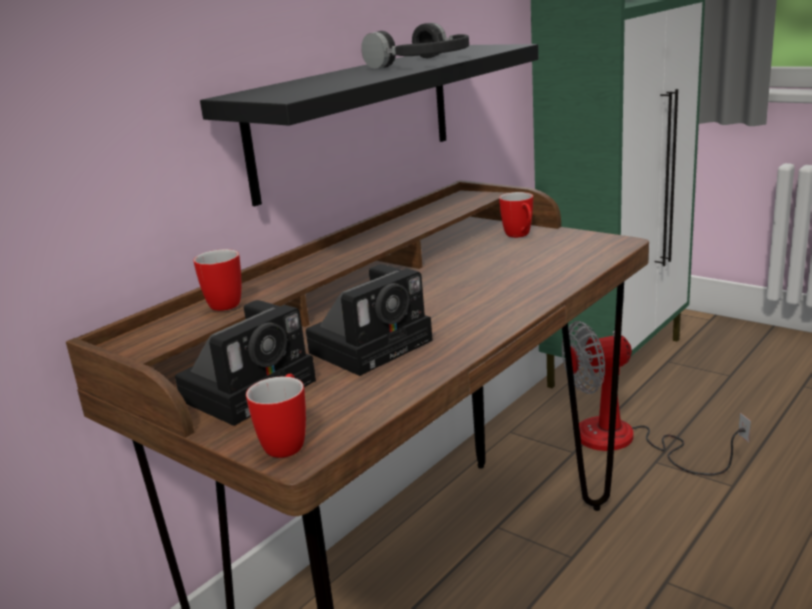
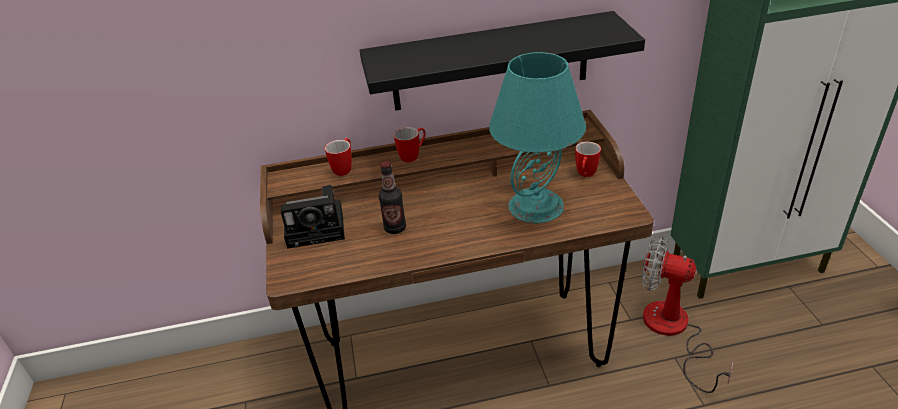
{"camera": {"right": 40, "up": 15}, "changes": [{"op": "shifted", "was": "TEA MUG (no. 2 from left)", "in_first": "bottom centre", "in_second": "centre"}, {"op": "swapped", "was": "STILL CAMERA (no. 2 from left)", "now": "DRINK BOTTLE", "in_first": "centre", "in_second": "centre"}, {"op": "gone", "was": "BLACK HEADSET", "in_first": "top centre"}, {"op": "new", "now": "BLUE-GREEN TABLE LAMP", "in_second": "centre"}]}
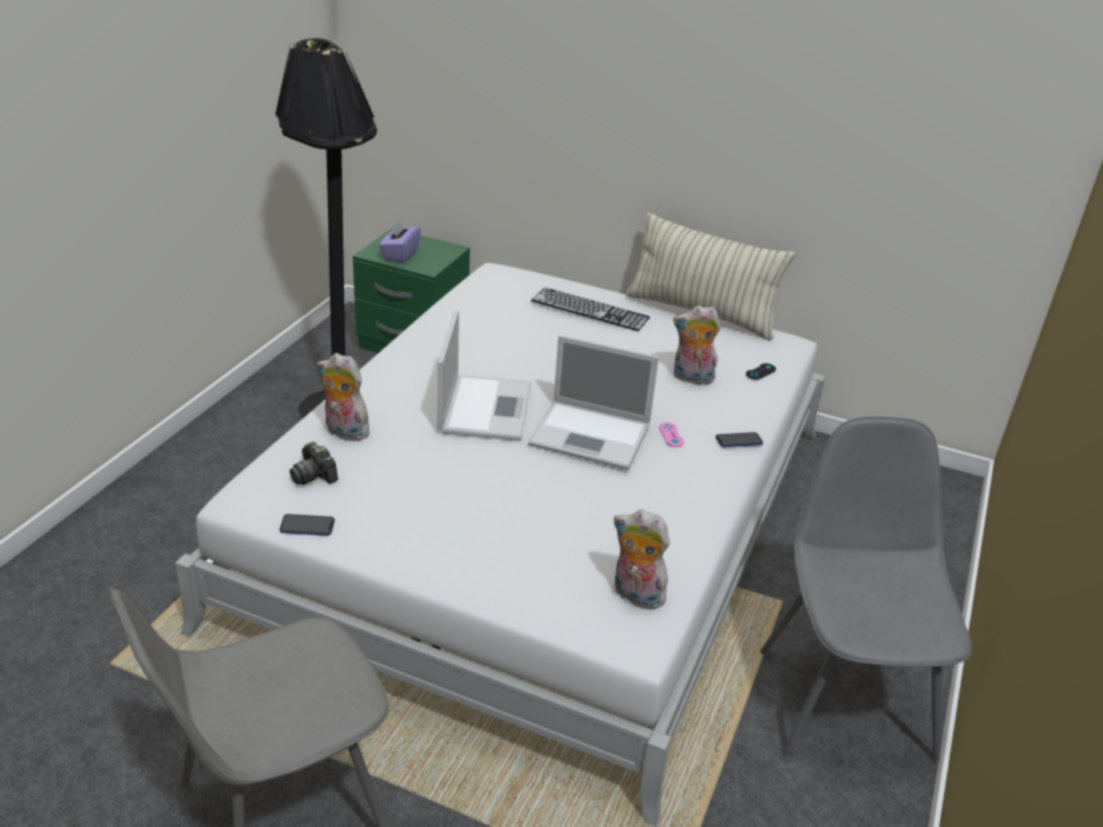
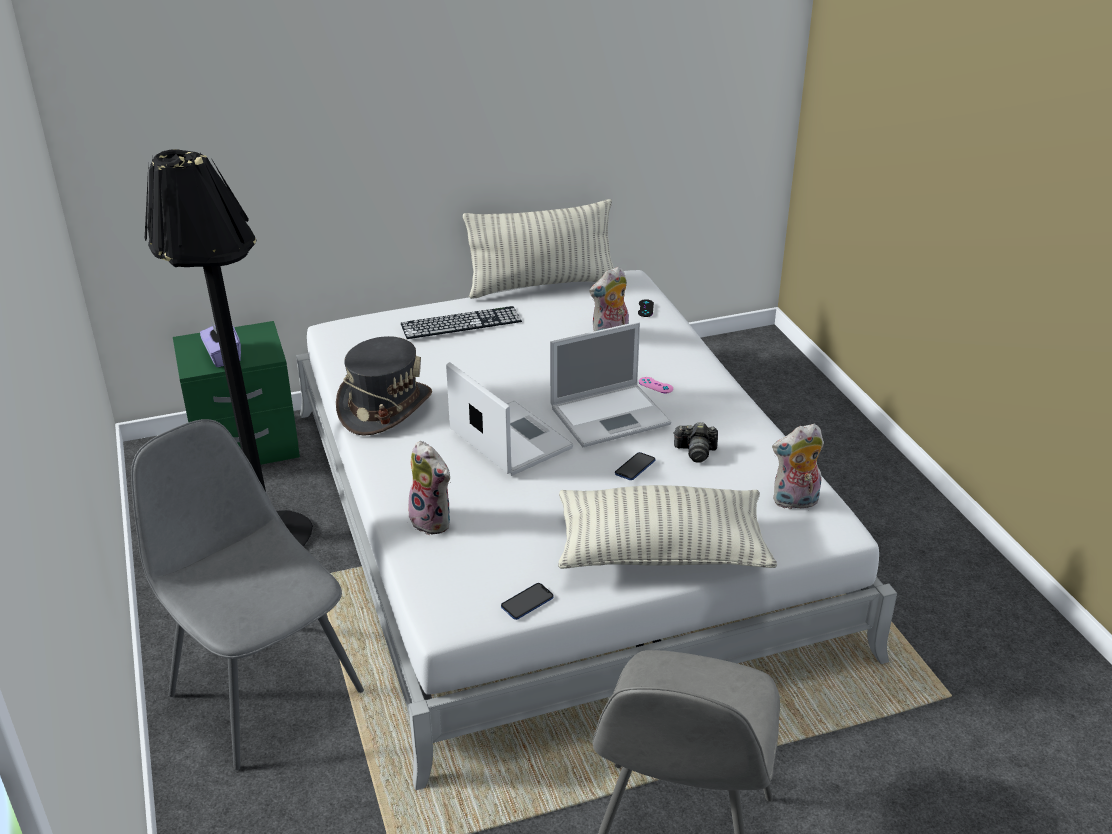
{"camera": {"right": -40, "up": 0}, "changes": [{"op": "shifted", "was": "STILL CAMERA", "in_first": "middle left", "in_second": "centre"}, {"op": "rotated", "was": "SOFT TOY (no. 1 from left)", "in_first": "middle left", "in_second": "centre", "clockwise": -120}, {"op": "shifted", "was": "PHONE (no. 2 from left)", "in_first": "middle right", "in_second": "centre"}, {"op": "shifted", "was": "GREY PLAIN CHAIR (no. 2 from left in the first image)", "now": "GREY PLAIN CHAIR (no. 1 from left)", "in_first": "bottom right", "in_second": "bottom left"}, {"op": "new", "now": "GREY CLOTHING HAT", "in_second": "centre"}, {"op": "new", "now": "THROW PILLOW (no. 2 from left)", "in_second": "centre"}]}
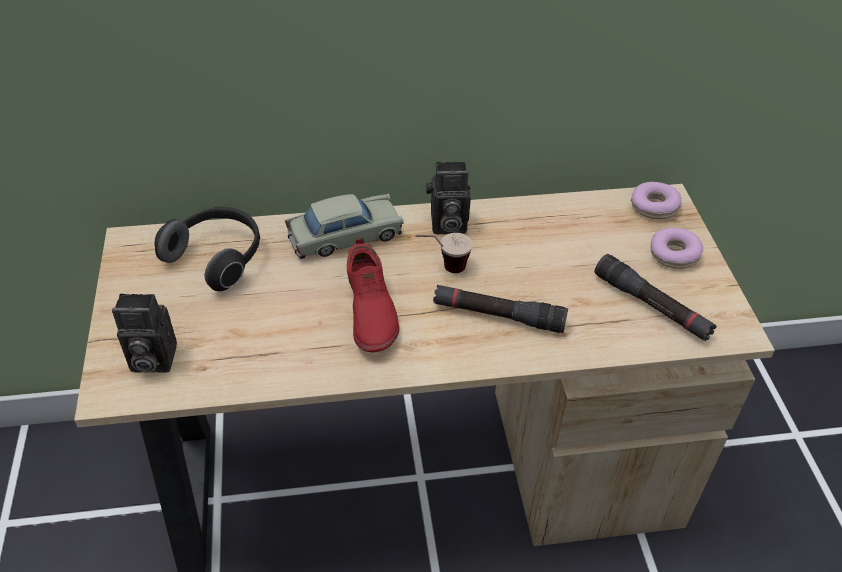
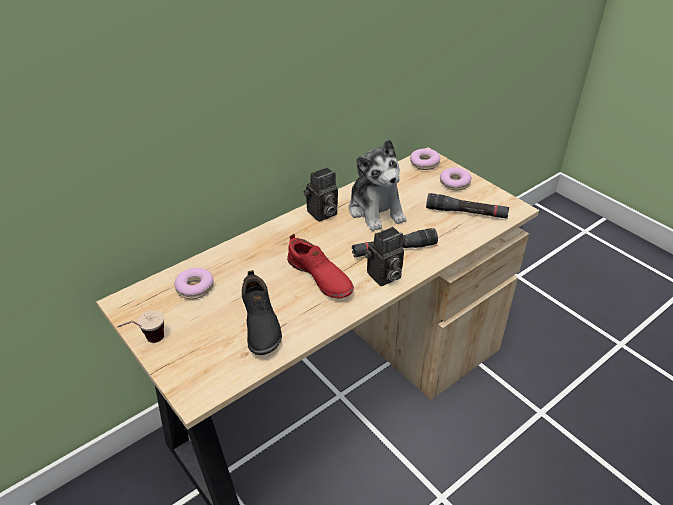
{"camera": {"right": -30, "up": -5}, "changes": [{"op": "shifted", "was": "STILL CAMERA (no. 1 from left in the first image)", "now": "STILL CAMERA (no. 2 from left)", "in_first": "middle left", "in_second": "centre"}, {"op": "swapped", "was": "HEADSET", "now": "DONUT (no. 1 from left)", "in_first": "middle left", "in_second": "middle left"}, {"op": "gone", "was": "BEIGE-COLOURED TOY CAR", "in_first": "centre"}, {"op": "shifted", "was": "CUP", "in_first": "centre", "in_second": "middle left"}, {"op": "new", "now": "BLACK ITEM OF FOOTWEAR", "in_second": "centre"}, {"op": "new", "now": "SOFT TOY", "in_second": "centre"}]}
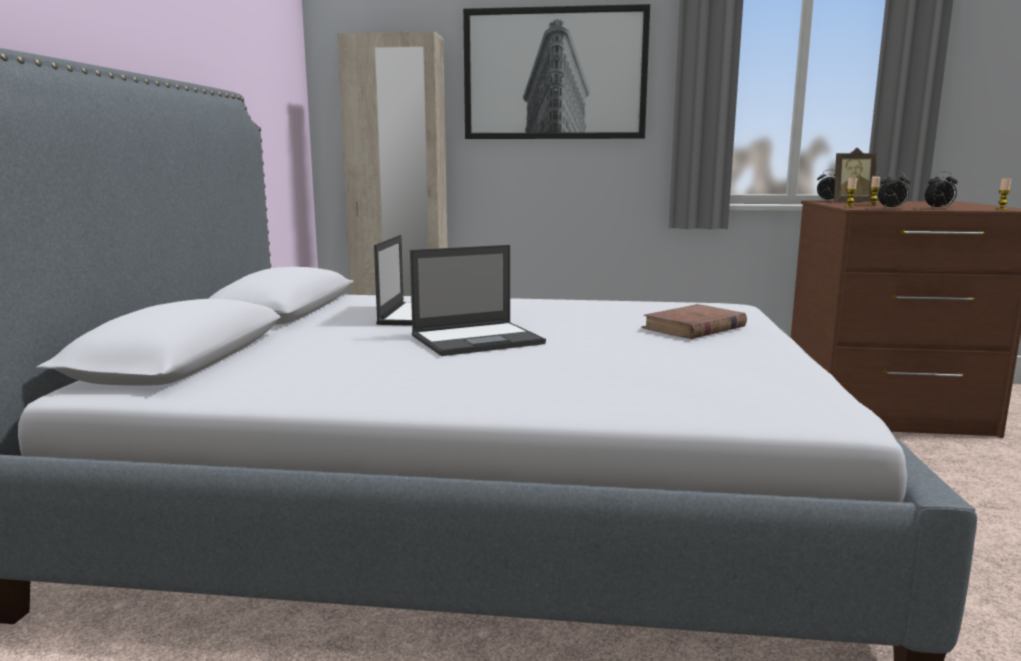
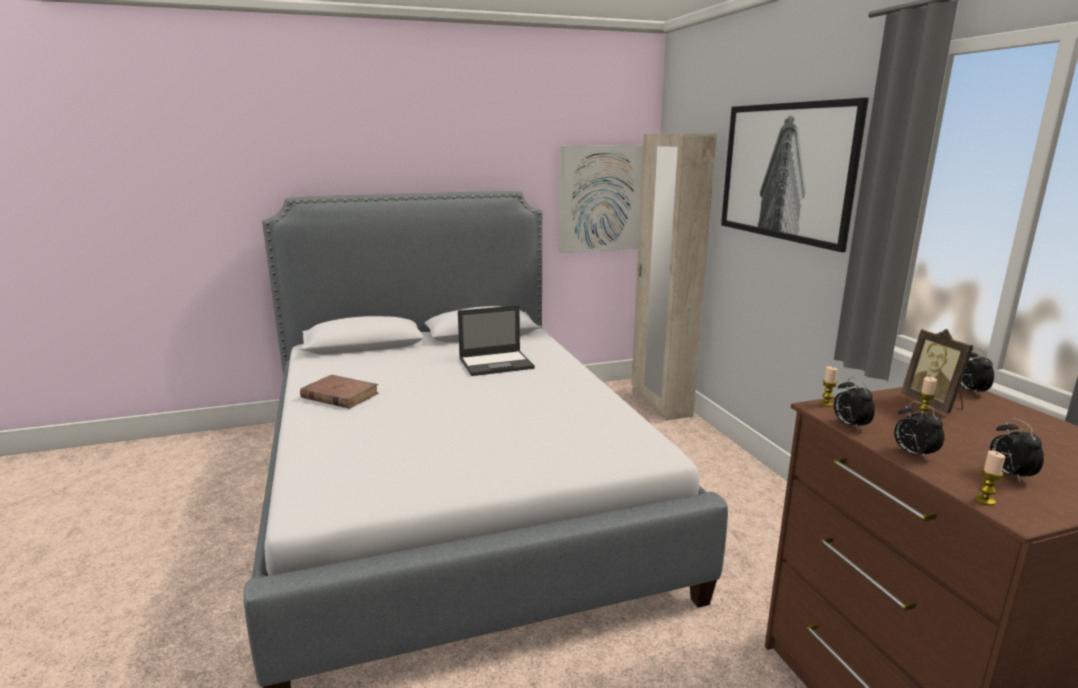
{"camera": {"right": 65, "up": 5}, "changes": [{"op": "gone", "was": "LAPTOP (no. 2 from left)", "in_first": "centre"}, {"op": "shifted", "was": "BROWN VOLUME", "in_first": "middle right", "in_second": "middle left"}, {"op": "new", "now": "WALL ART (no. 1 from left)", "in_second": "top centre"}, {"op": "new", "now": "TABLE CLOCK (no. 4 from left)", "in_second": "middle right"}]}
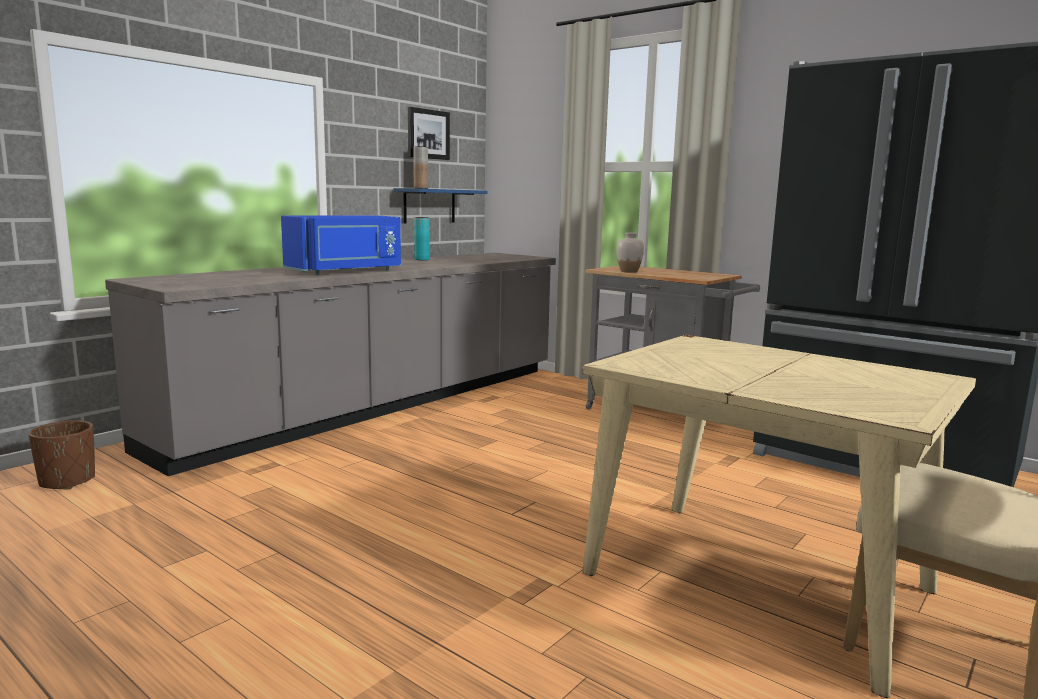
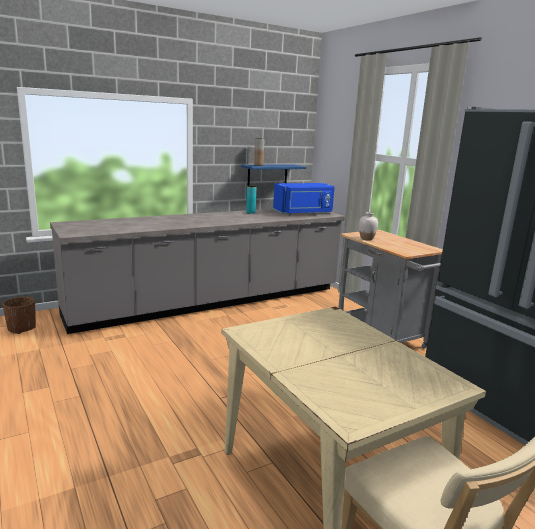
{"camera": {"right": 20, "up": 5}, "changes": [{"op": "shifted", "was": "BLUISH MICROWAVE OVEN", "in_first": "middle left", "in_second": "centre"}, {"op": "gone", "was": "WALL ART", "in_first": "top centre"}]}
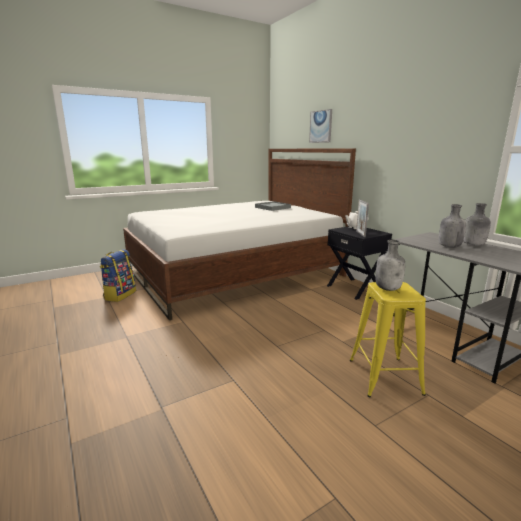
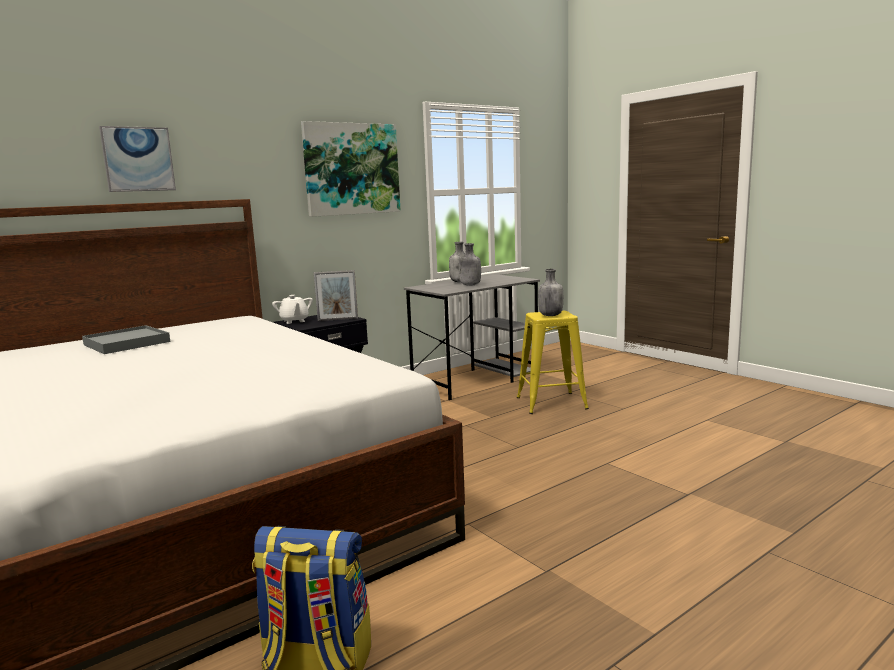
{"camera": {"right": -95, "up": -5}, "changes": [{"op": "new", "now": "WALL ART (no. 2 from left)", "in_second": "top centre"}]}
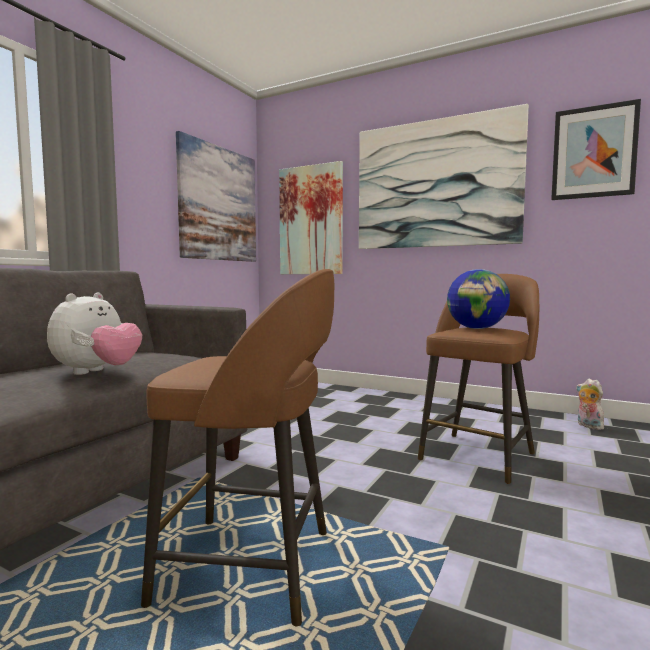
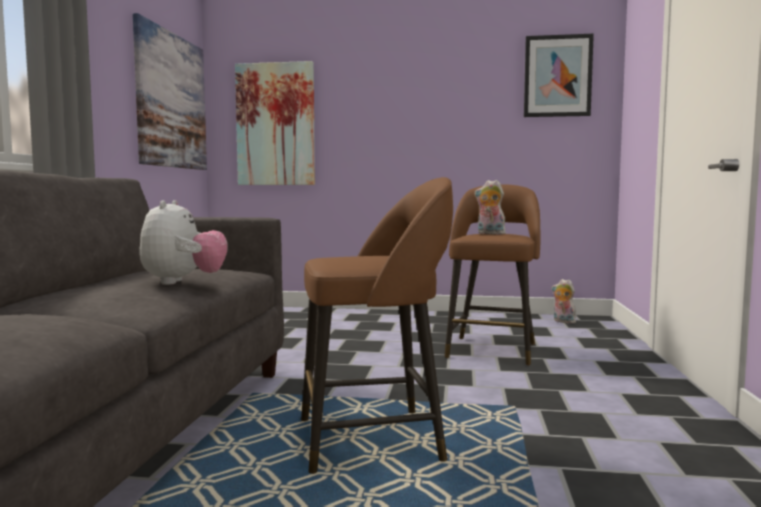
{"camera": {"right": -20, "up": 0}, "changes": [{"op": "gone", "was": "WALL ART (no. 3 from left)", "in_first": "top right"}, {"op": "swapped", "was": "GLOBE", "now": "SOFT TOY (no. 2 from left)", "in_first": "middle right", "in_second": "centre"}]}
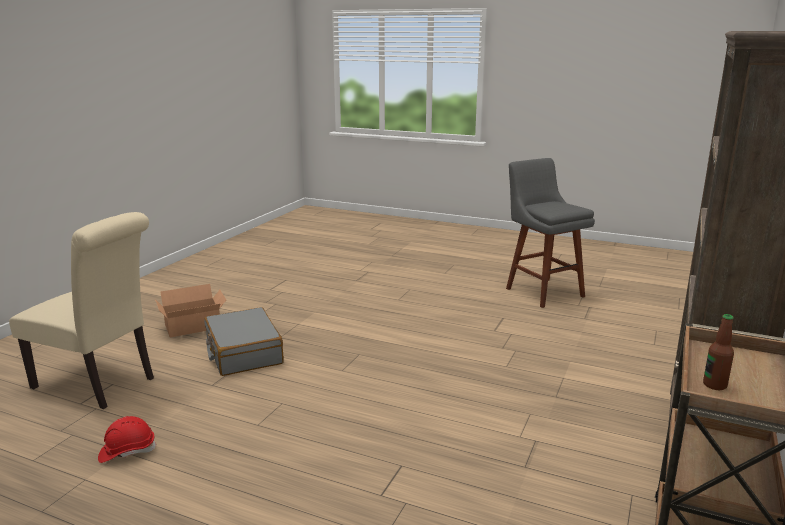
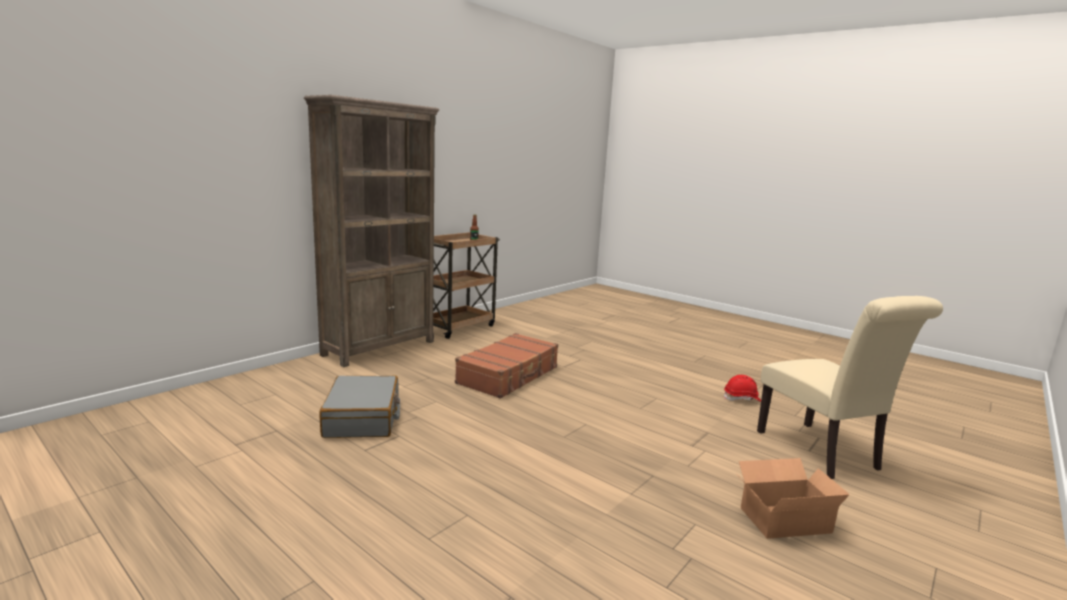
{"camera": {"right": -165, "up": -5}, "changes": [{"op": "rotated", "was": "BEIGE-COLOURED PLAIN CHAIR", "in_first": "middle left", "in_second": "middle right", "clockwise": -150}, {"op": "shifted", "was": "GREY PIECE OF LUGGAGE", "in_first": "middle left", "in_second": "bottom centre"}, {"op": "gone", "was": "GREY SITTING STOOL", "in_first": "middle right"}, {"op": "new", "now": "BROWN PIECE OF LUGGAGE", "in_second": "centre"}]}
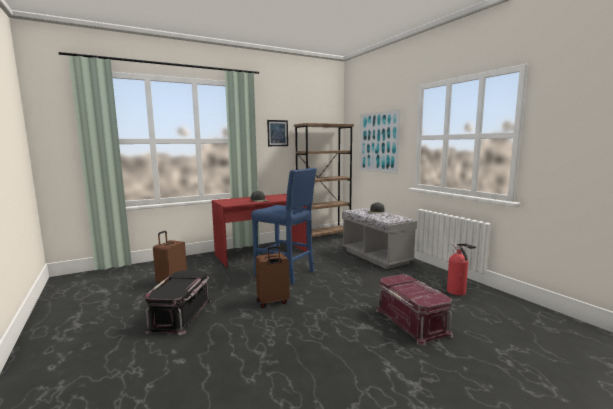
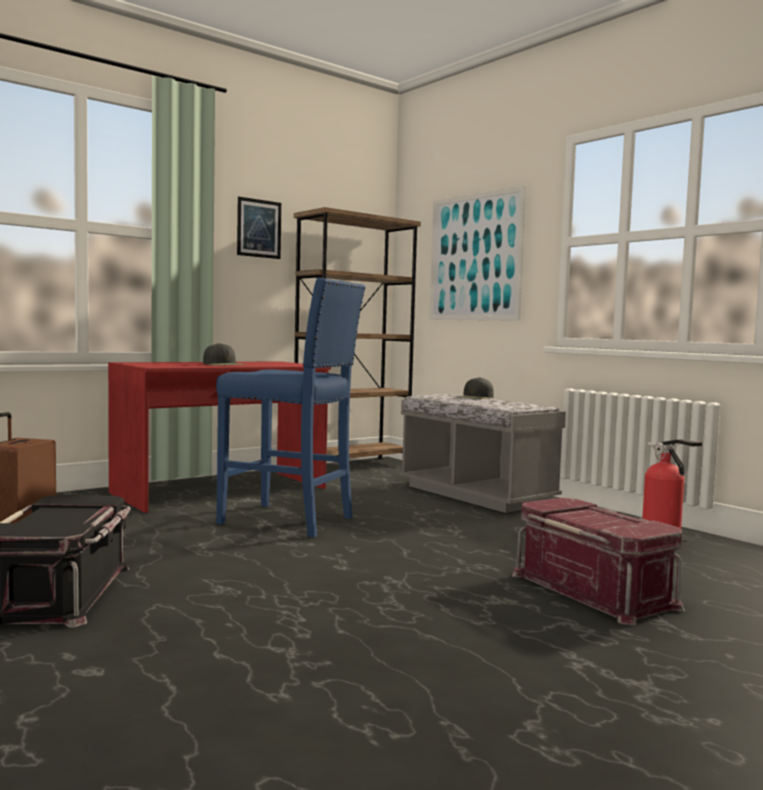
{"camera": {"right": -10, "up": -5}, "changes": [{"op": "gone", "was": "BROWN PIECE OF LUGGAGE (no. 2 from left)", "in_first": "bottom centre"}]}
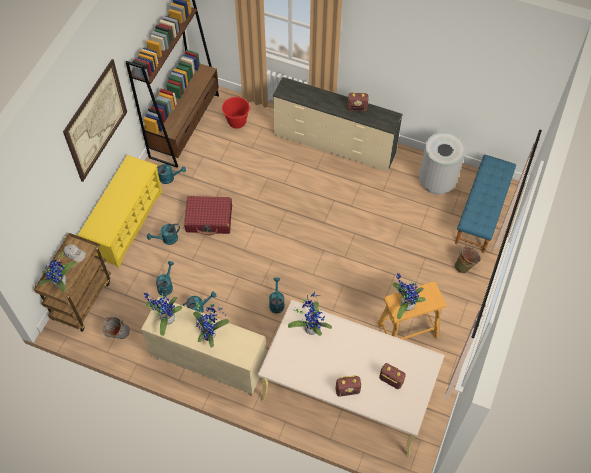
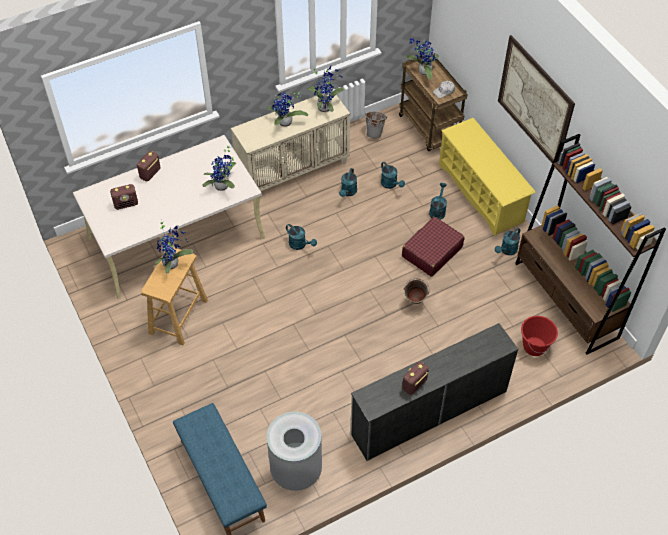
{"camera": {"right": 130, "up": -5}, "changes": [{"op": "shifted", "was": "GREEN BUCKET", "in_first": "middle right", "in_second": "centre"}]}
